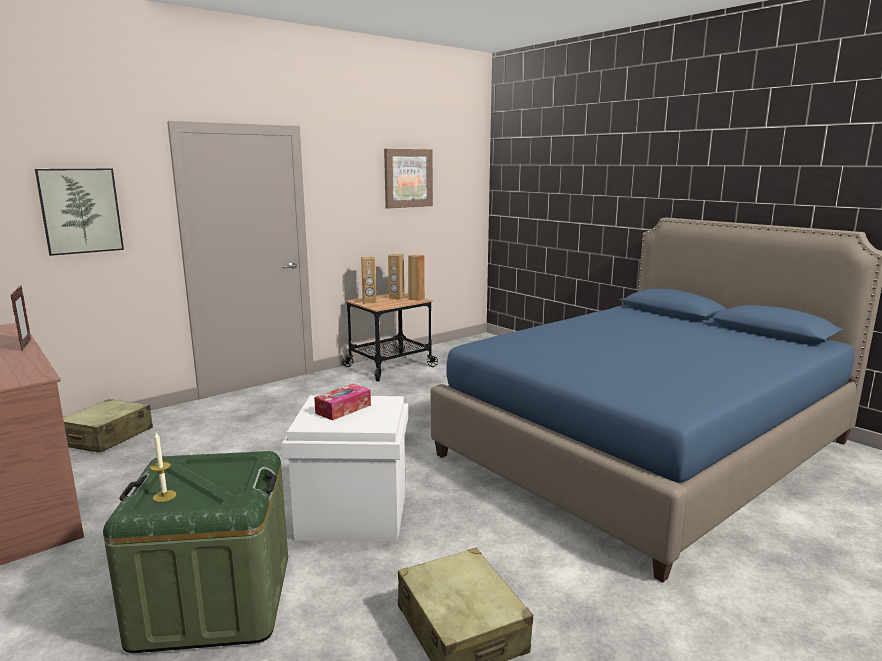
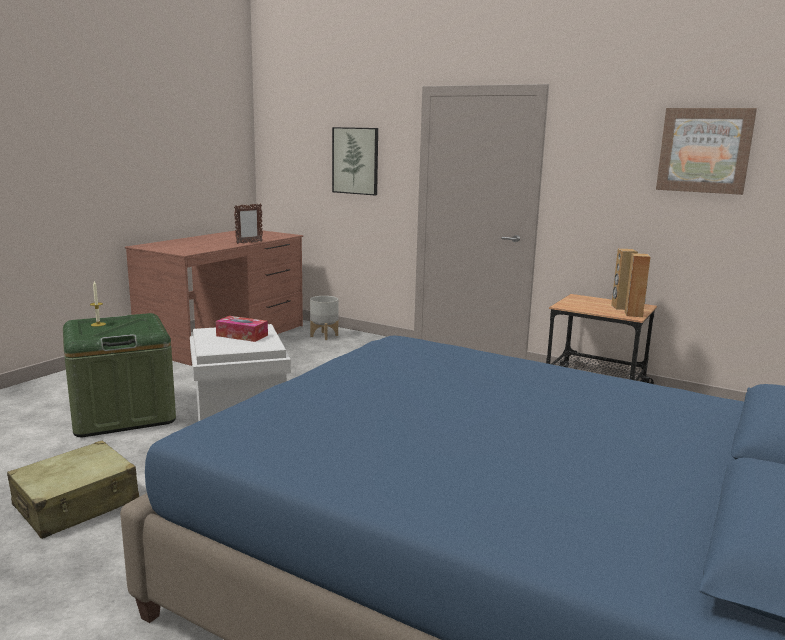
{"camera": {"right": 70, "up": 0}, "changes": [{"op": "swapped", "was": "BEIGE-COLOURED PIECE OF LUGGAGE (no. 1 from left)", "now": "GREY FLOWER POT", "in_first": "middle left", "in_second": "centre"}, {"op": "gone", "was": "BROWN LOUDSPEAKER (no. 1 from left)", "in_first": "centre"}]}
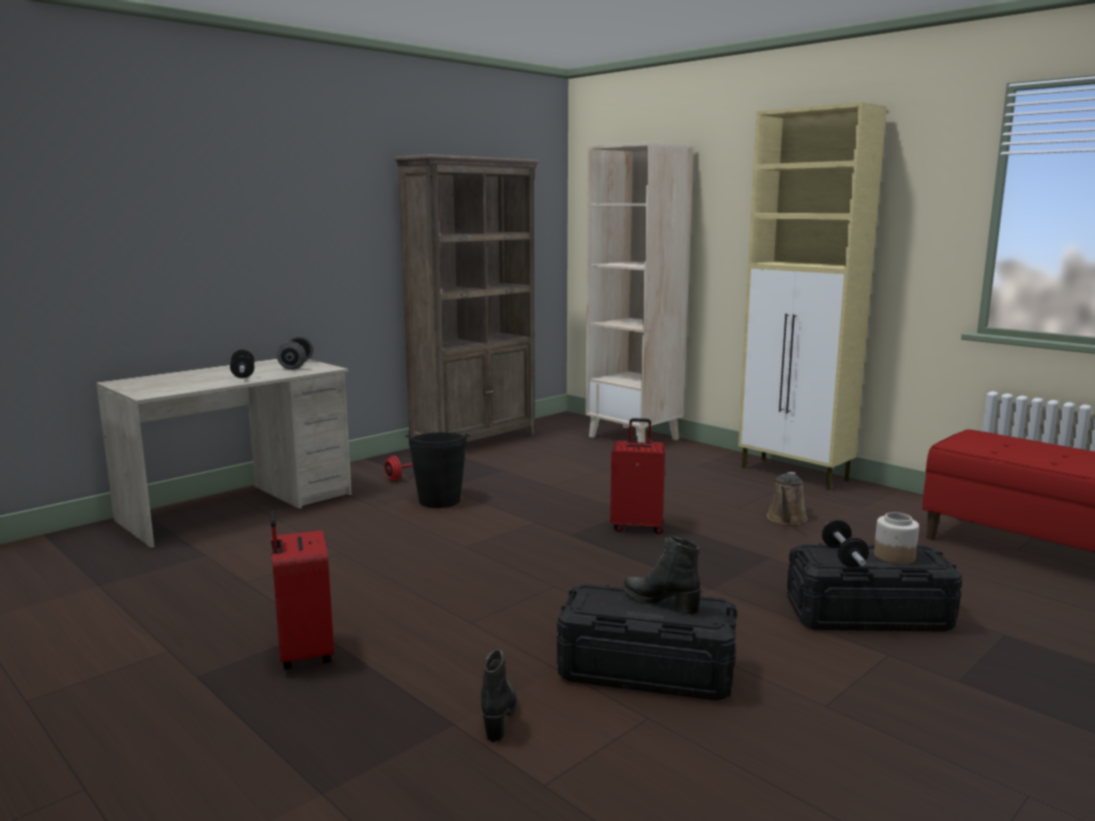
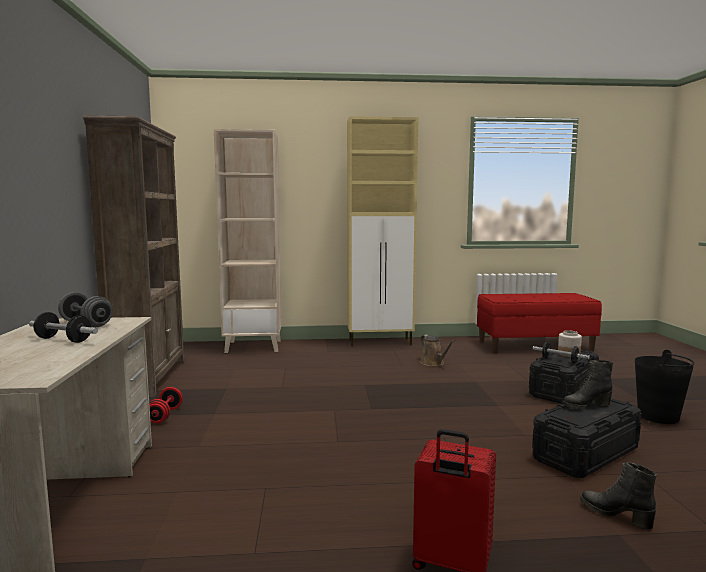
{"camera": {"right": -50, "up": -5}, "changes": [{"op": "shifted", "was": "BLACK BUCKET", "in_first": "centre", "in_second": "bottom right"}, {"op": "gone", "was": "RED-COLOURED PIECE OF LUGGAGE (no. 2 from left)", "in_first": "centre"}]}
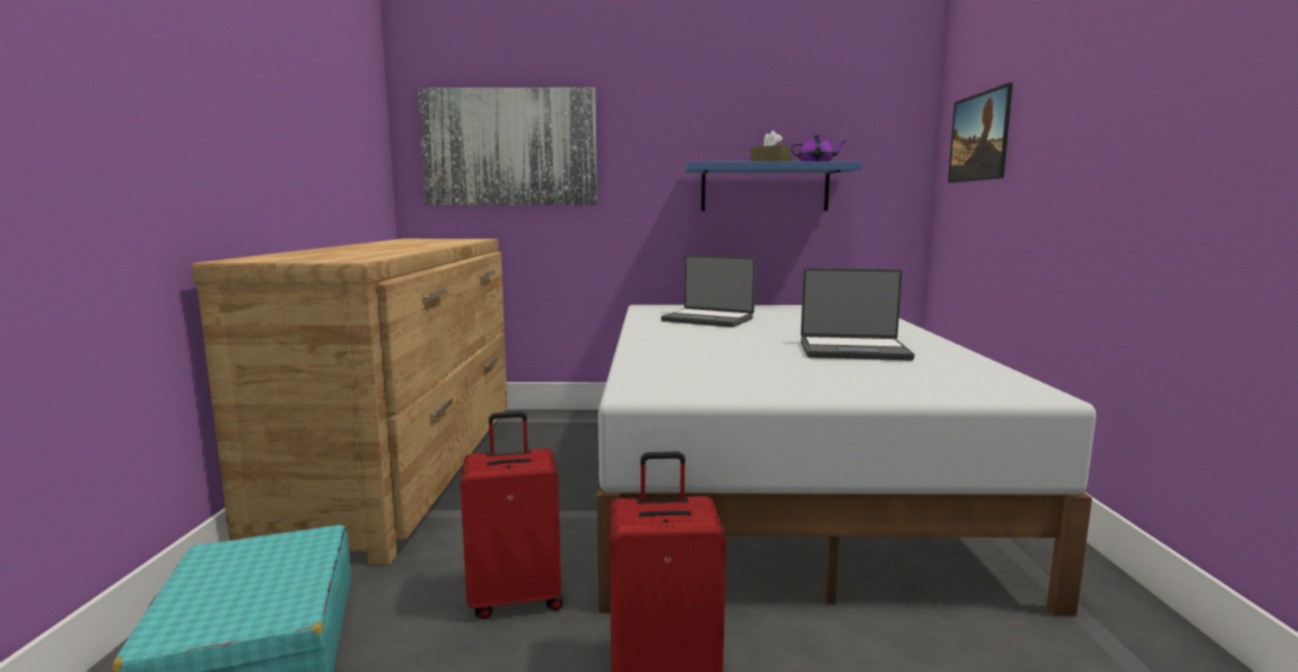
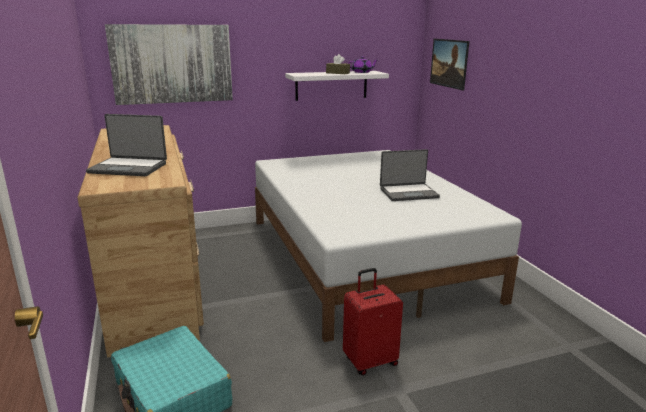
{"camera": {"right": -20, "up": 10}, "changes": [{"op": "gone", "was": "RED-COLOURED PIECE OF LUGGAGE (no. 1 from left)", "in_first": "bottom centre"}, {"op": "shifted", "was": "LAPTOP (no. 1 from left)", "in_first": "centre", "in_second": "middle left"}, {"op": "repainted", "was": "BLUISH SHELF", "now": "WHITISH SHELF", "in_first": "top centre", "in_second": "top centre"}]}
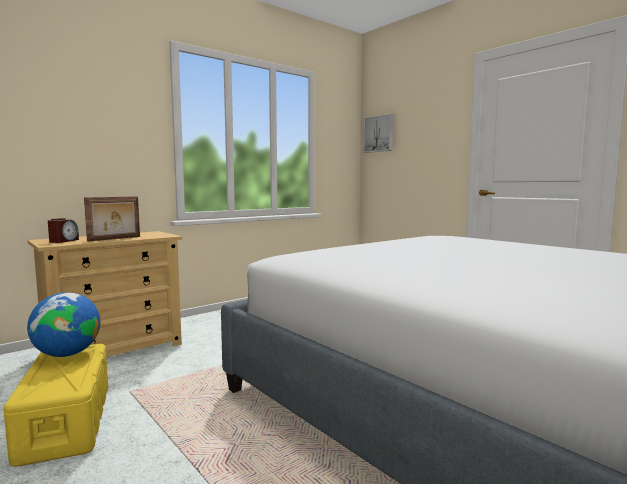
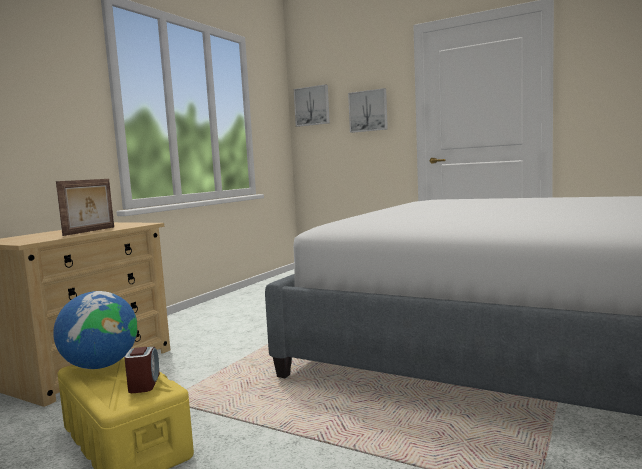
{"camera": {"right": -20, "up": 0}, "changes": [{"op": "shifted", "was": "TABLE CLOCK", "in_first": "middle left", "in_second": "bottom left"}, {"op": "new", "now": "WALL ART (no. 2 from left)", "in_second": "top centre"}]}
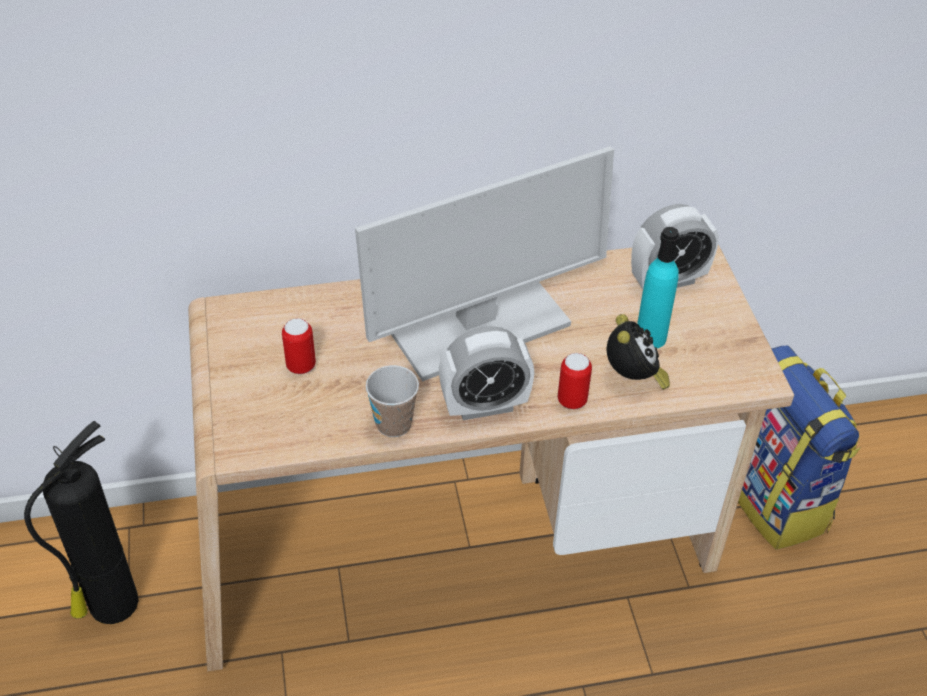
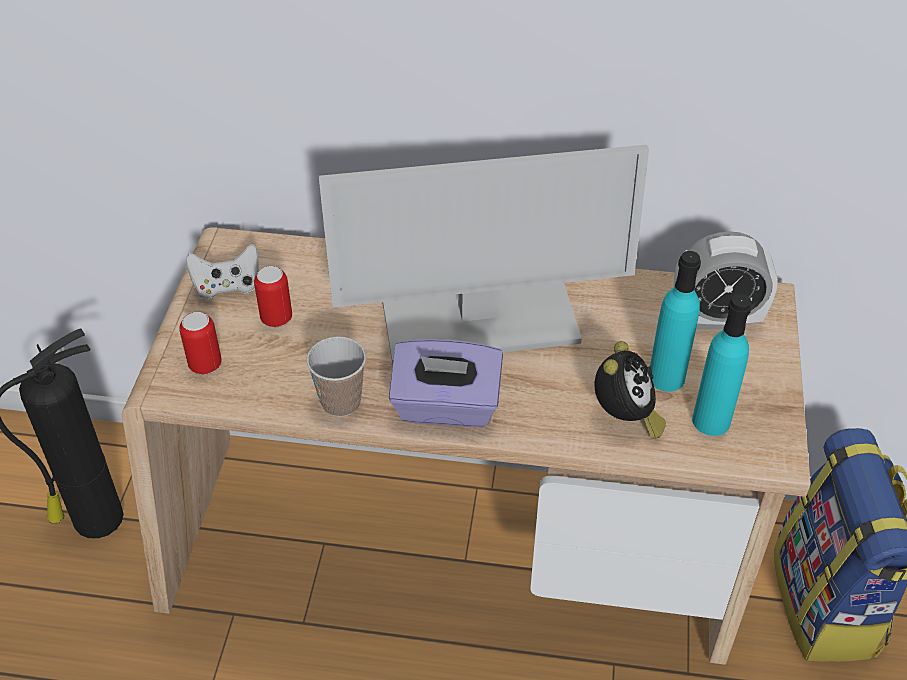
{"camera": {"right": 20, "up": 0}, "changes": [{"op": "swapped", "was": "TABLE CLOCK (no. 1 from left)", "now": "PURPLISH BOX OF TISSUES", "in_first": "centre", "in_second": "centre"}, {"op": "shifted", "was": "SEALED CAN (no. 2 from left in the first image)", "now": "SEALED CAN (no. 1 from left)", "in_first": "centre", "in_second": "middle left"}, {"op": "new", "now": "WHITISH GAMEPAD", "in_second": "middle left"}, {"op": "new", "now": "BLUE-GREEN DRINK BOTTLE (no. 2 from left)", "in_second": "middle right"}]}
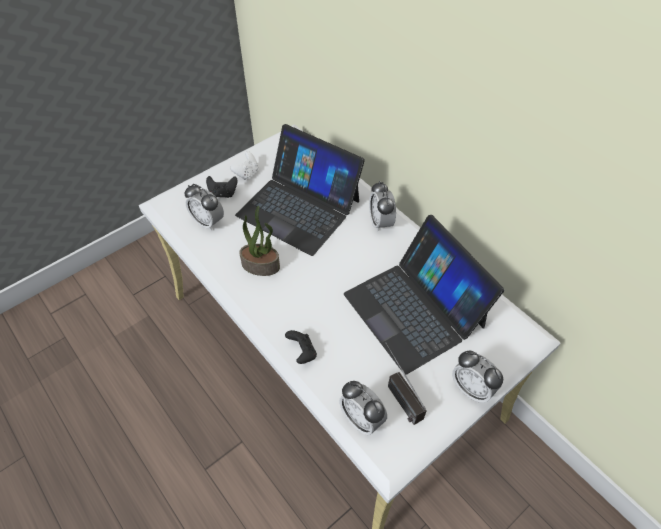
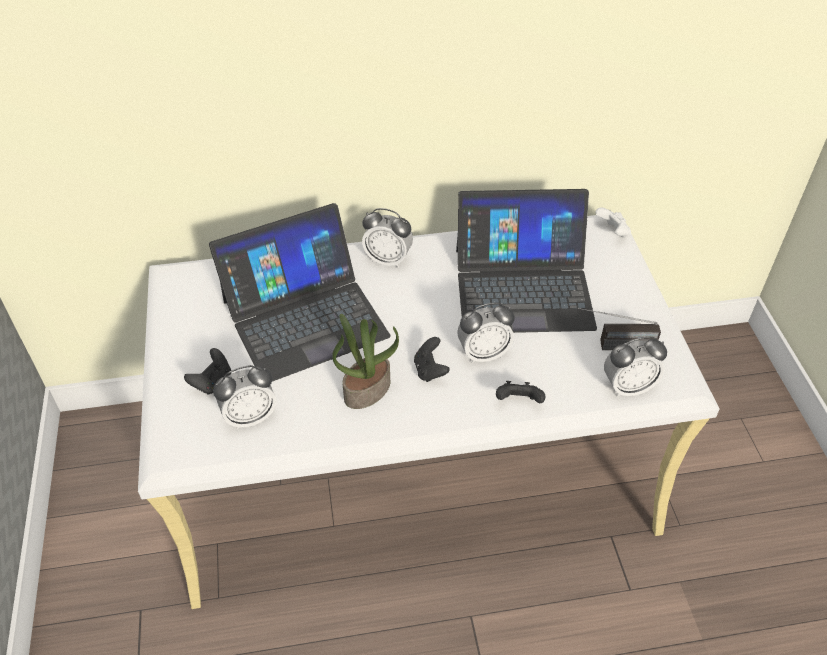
{"camera": {"right": -60, "up": -5}, "changes": [{"op": "shifted", "was": "WHITISH GAMEPAD", "in_first": "top centre", "in_second": "middle right"}, {"op": "shifted", "was": "TABLE CLOCK (no. 4 from left in the first image)", "now": "TABLE CLOCK (no. 3 from left)", "in_first": "bottom right", "in_second": "centre"}, {"op": "new", "now": "BLACK GAMEPAD (no. 2 from left)", "in_second": "centre"}]}
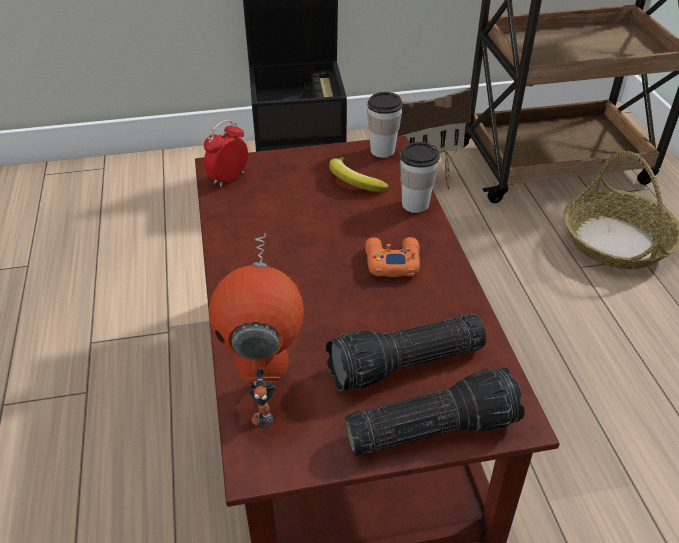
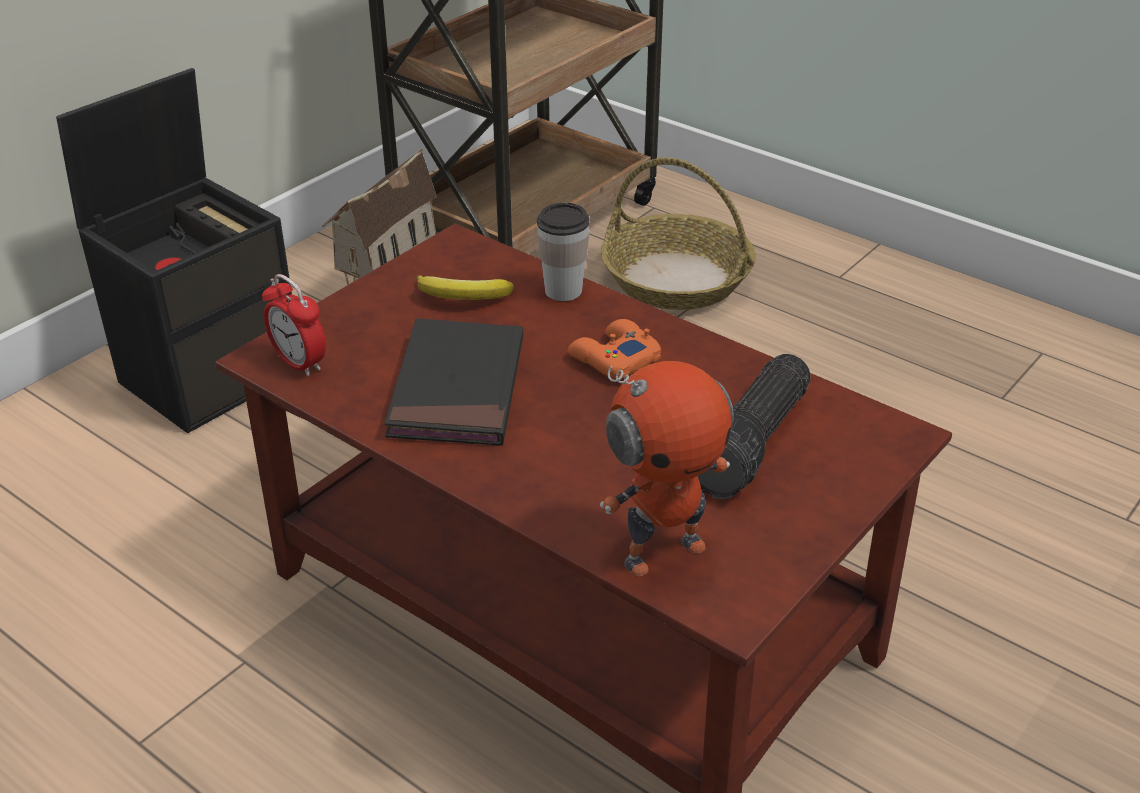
{"camera": {"right": -40, "up": -5}, "changes": [{"op": "rotated", "was": "TABLE CLOCK", "in_first": "top left", "in_second": "middle left", "clockwise": -45}, {"op": "rotated", "was": "MODEL ROBOT", "in_first": "centre", "in_second": "centre", "clockwise": -75}, {"op": "gone", "was": "TORCH (no. 2 from left)", "in_first": "bottom centre"}, {"op": "gone", "was": "CUP (no. 1 from left)", "in_first": "top centre"}, {"op": "new", "now": "BLACK VOLUME", "in_second": "centre"}]}
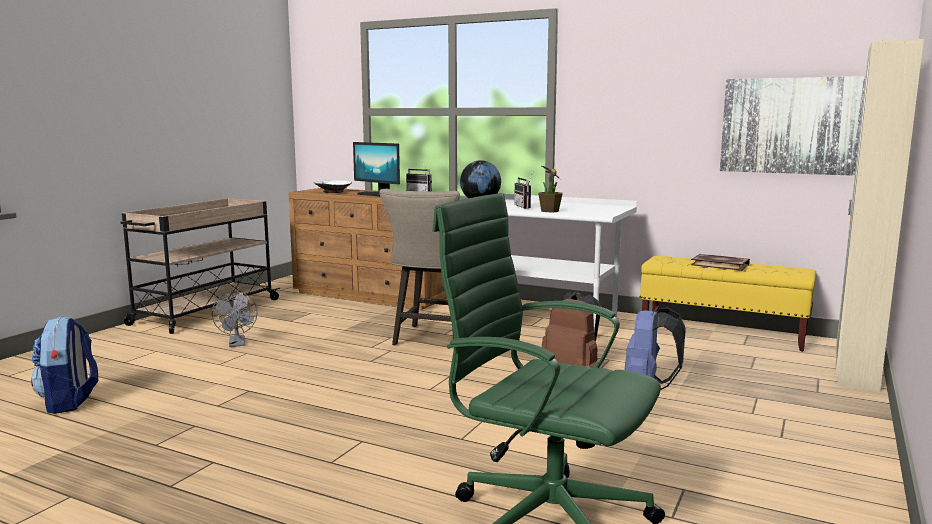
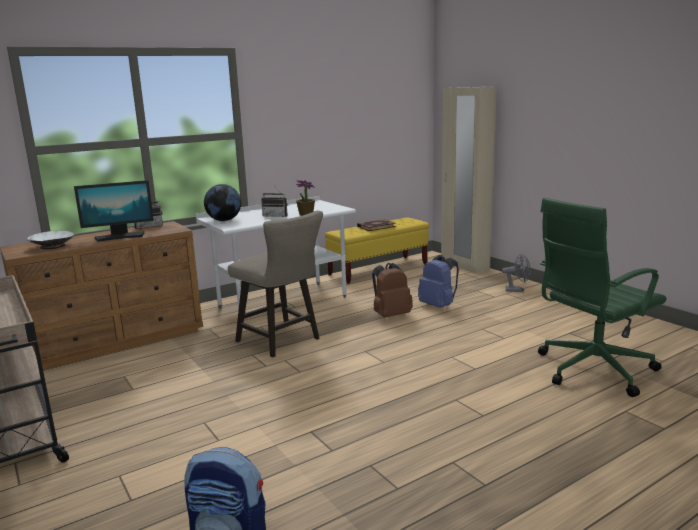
{"camera": {"right": -60, "up": 5}, "changes": [{"op": "shifted", "was": "GREY FAN", "in_first": "middle left", "in_second": "middle right"}, {"op": "gone", "was": "WALL ART", "in_first": "top right"}]}
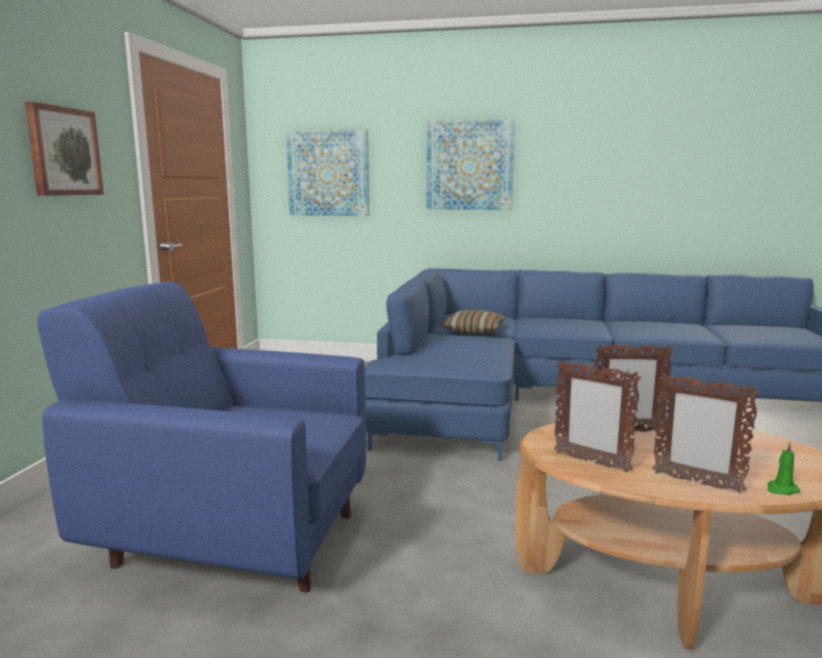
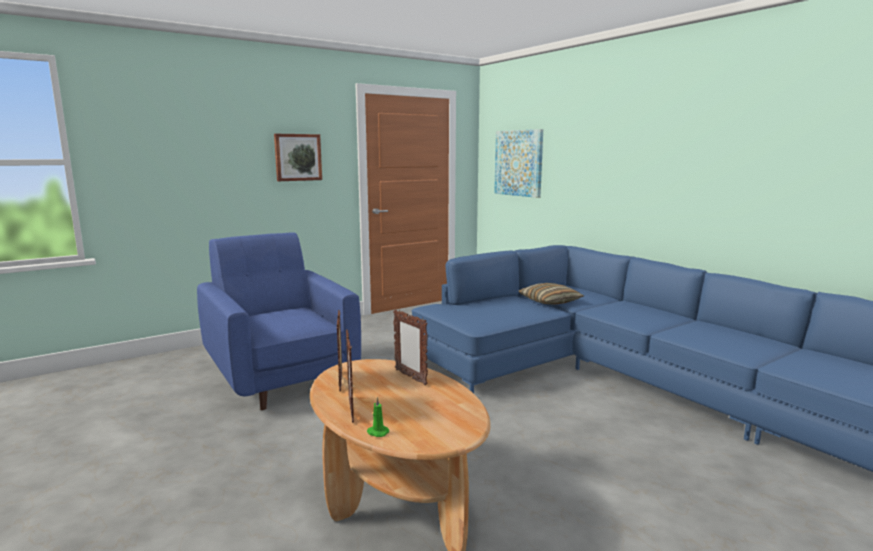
{"camera": {"right": 45, "up": 0}, "changes": [{"op": "gone", "was": "WALL ART (no. 3 from left)", "in_first": "top centre"}]}
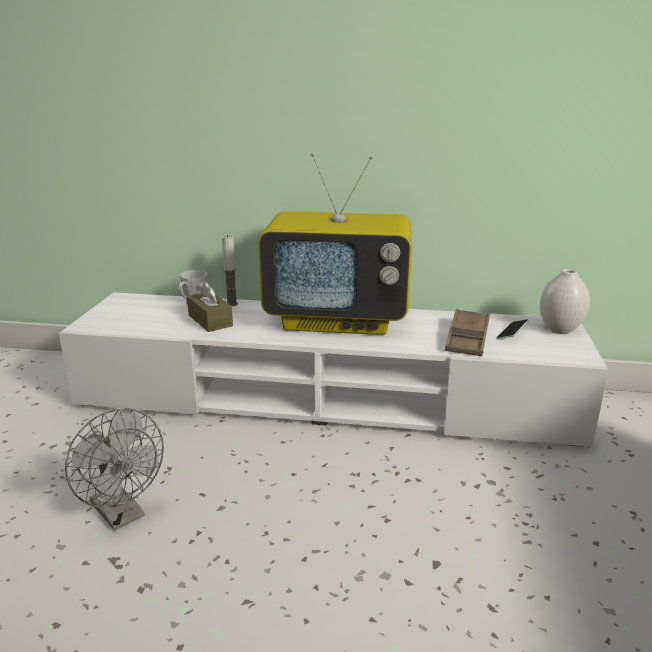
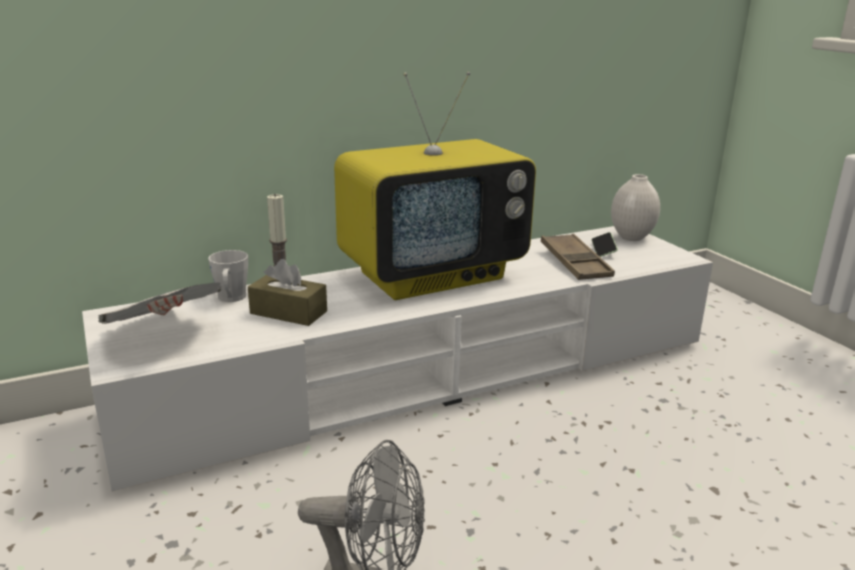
{"camera": {"right": -35, "up": 0}, "changes": [{"op": "new", "now": "PRINTED PAPER", "in_second": "middle left"}]}
